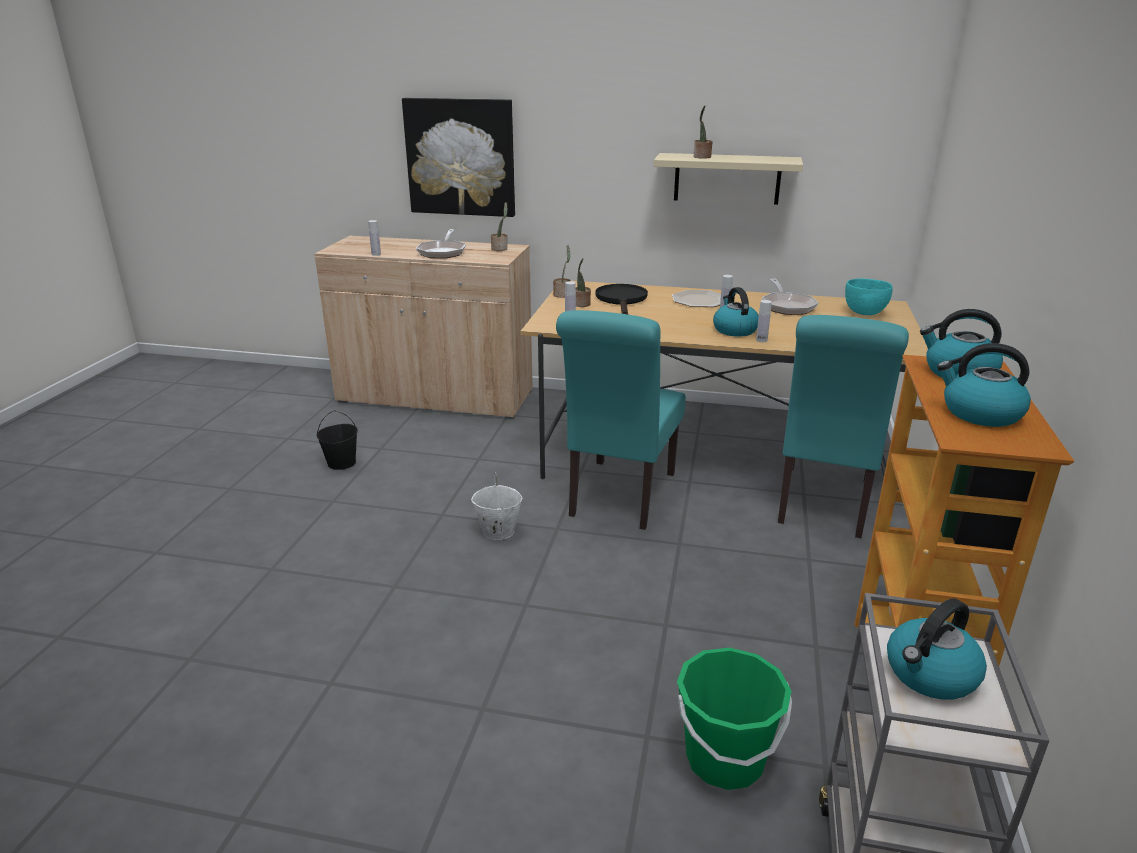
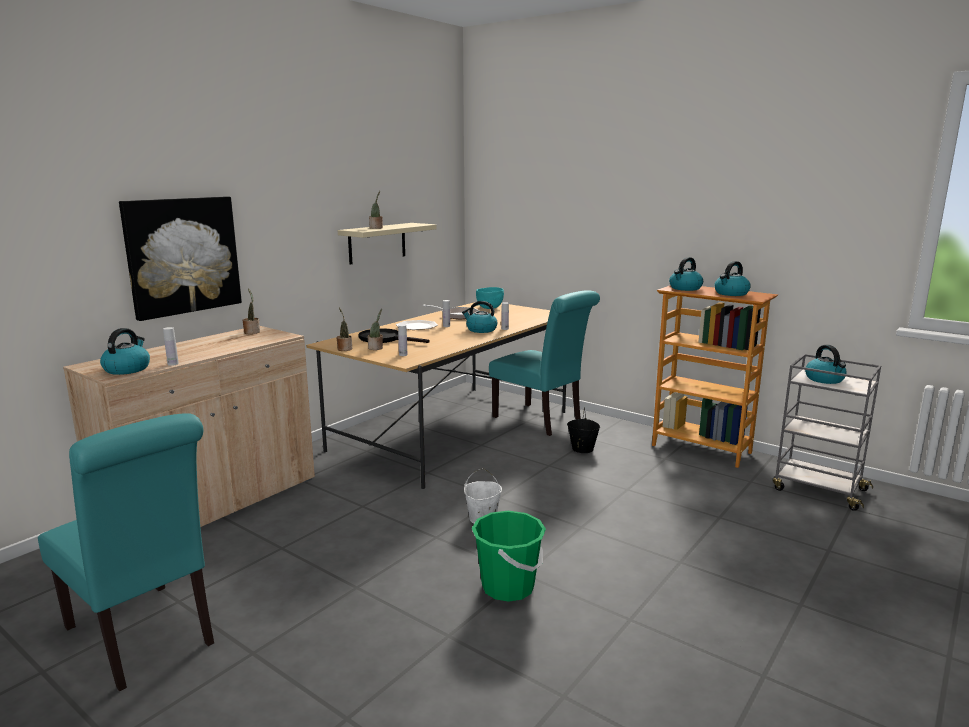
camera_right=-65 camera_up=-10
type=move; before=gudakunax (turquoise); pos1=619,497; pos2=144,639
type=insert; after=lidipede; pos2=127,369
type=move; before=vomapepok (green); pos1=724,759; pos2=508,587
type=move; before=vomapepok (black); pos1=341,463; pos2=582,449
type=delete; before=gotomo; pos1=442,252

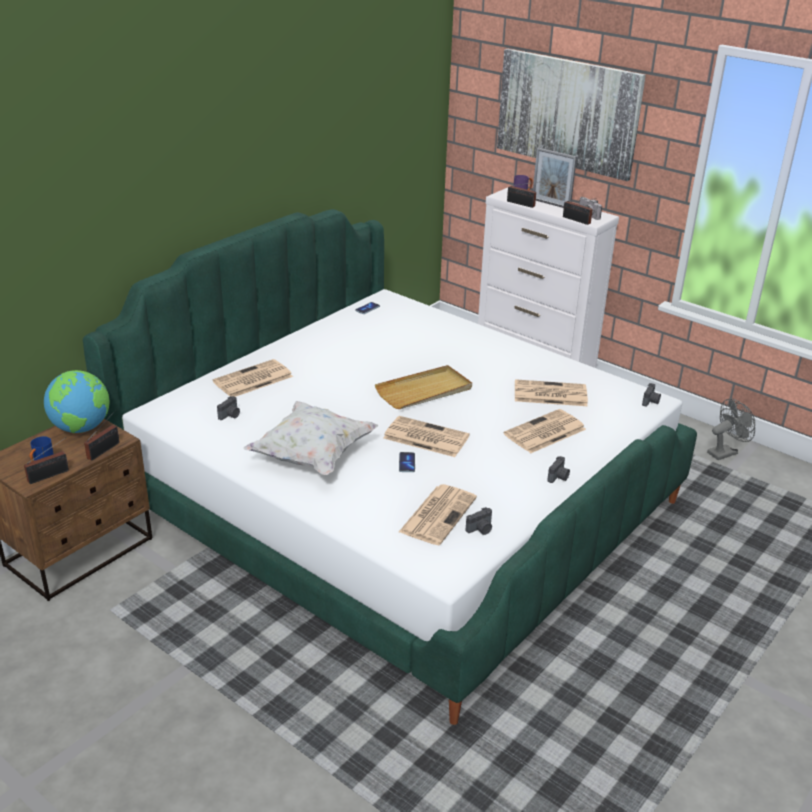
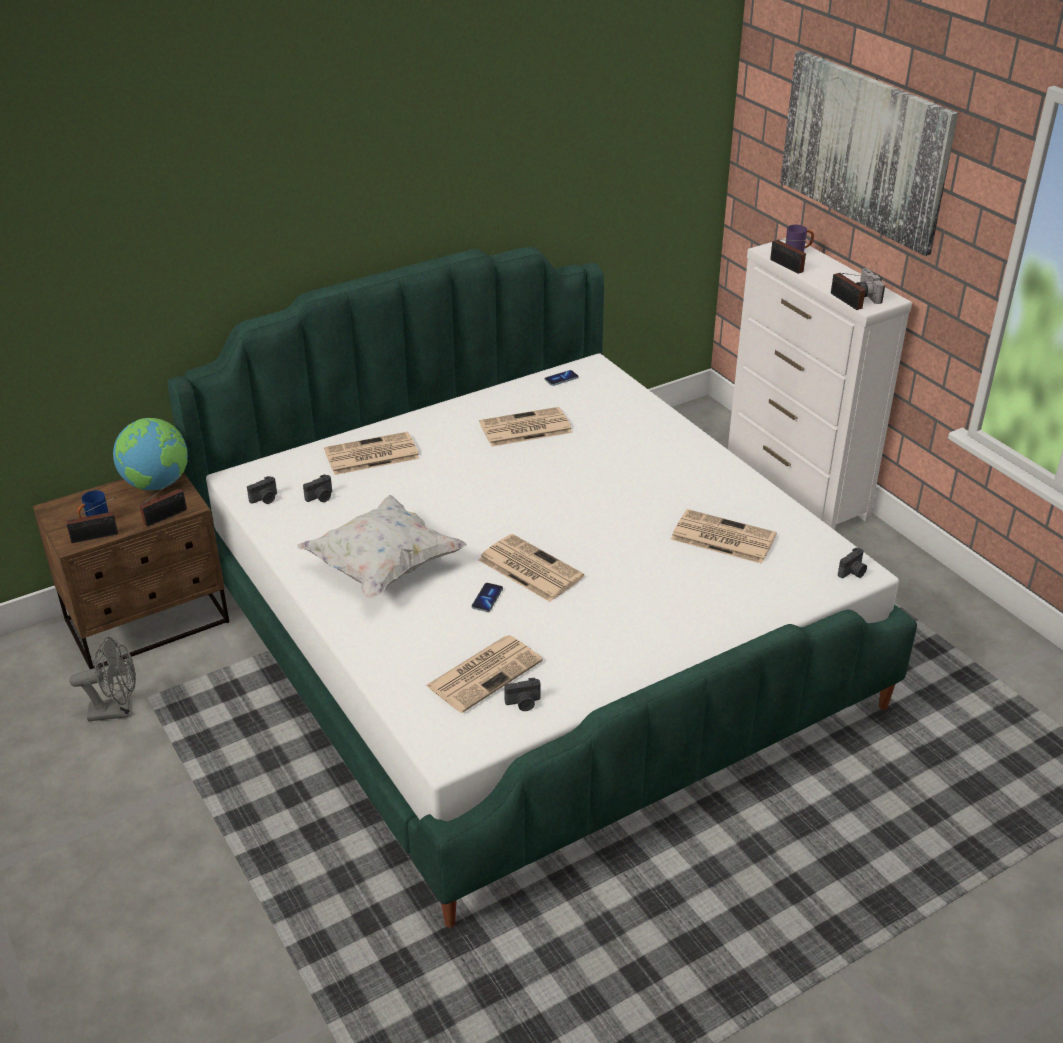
camera_right=20 camera_up=5
type=move; before=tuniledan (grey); pos1=725,452; pos2=116,710
type=move; before=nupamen; pos1=558,477; pos2=265,499
type=move; before=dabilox; pos1=544,432; pos2=524,428
type=delete; before=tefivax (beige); pos1=424,391
type=delete; before=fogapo; pos1=551,204

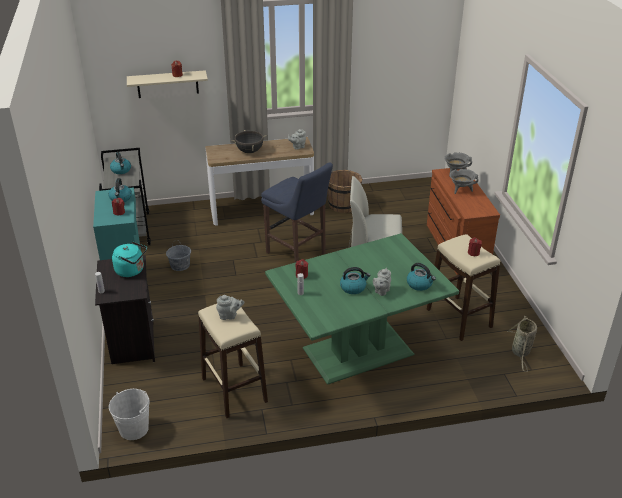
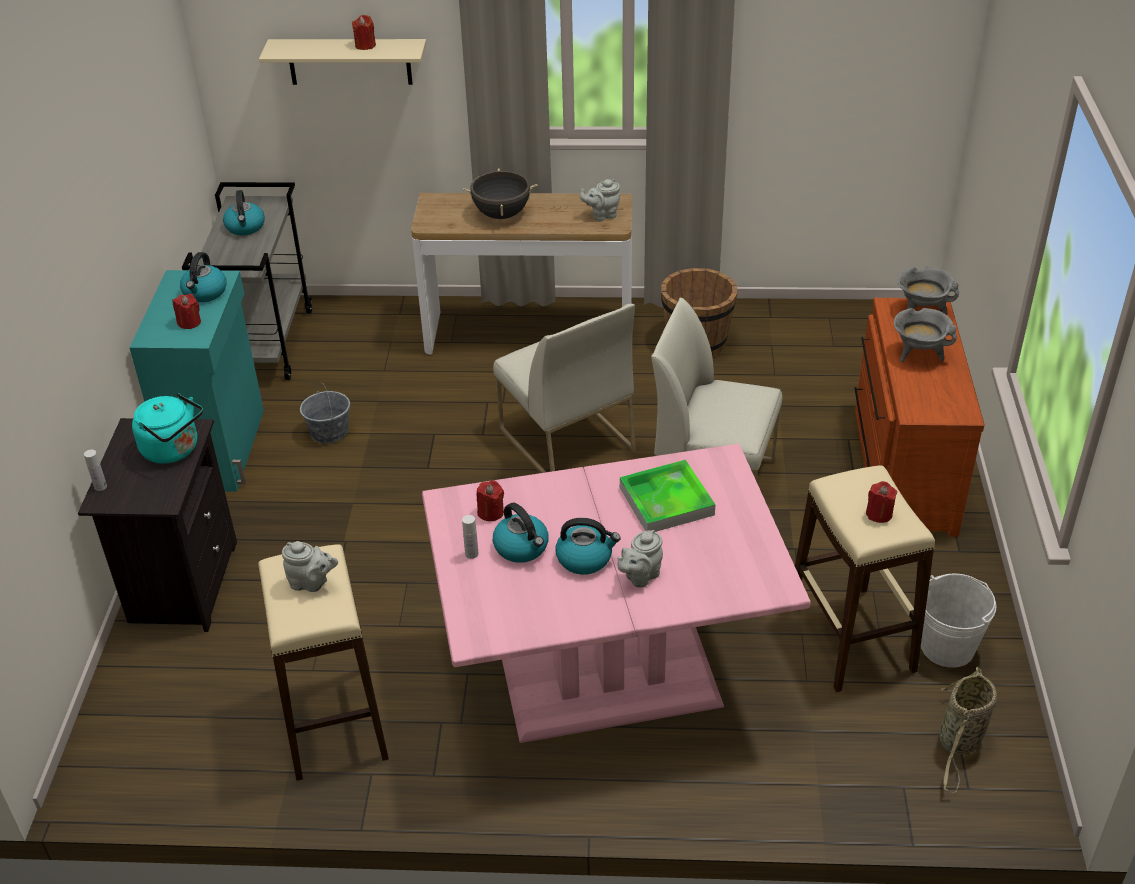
camera_right=15 camera_up=5
type=recolor; before=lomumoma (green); after=lomumoma (pink); pos1=357,350; pos2=608,676
type=replace; before=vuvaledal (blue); after=gudakunax (white); pos1=297,254; pos2=565,440
type=move; before=lidipede; pos1=420,284; pos2=522,547
type=insert; after=tefivax; pos2=666,501
type=move; before=vomapepok (white); pos1=134,429; pos2=947,647

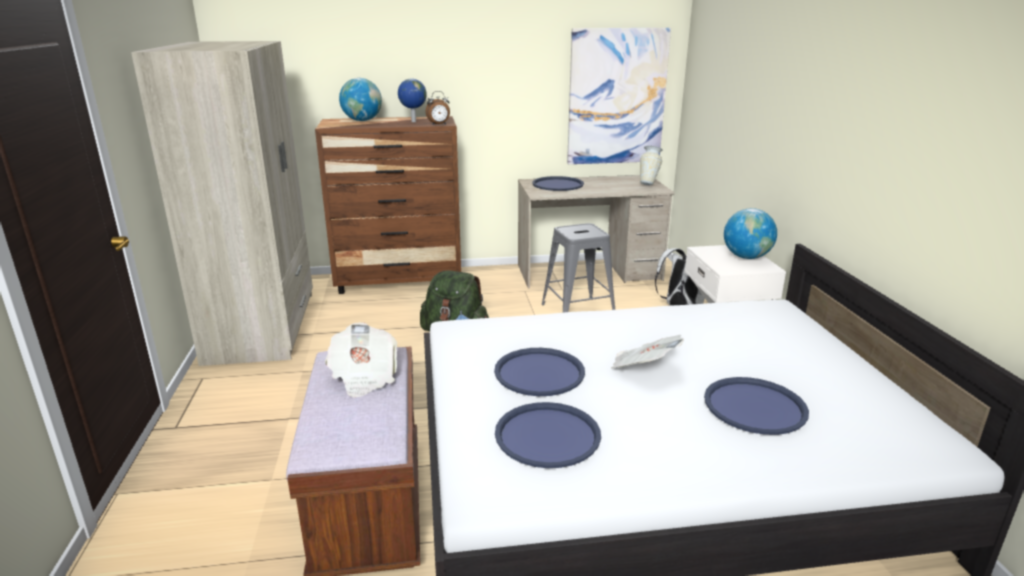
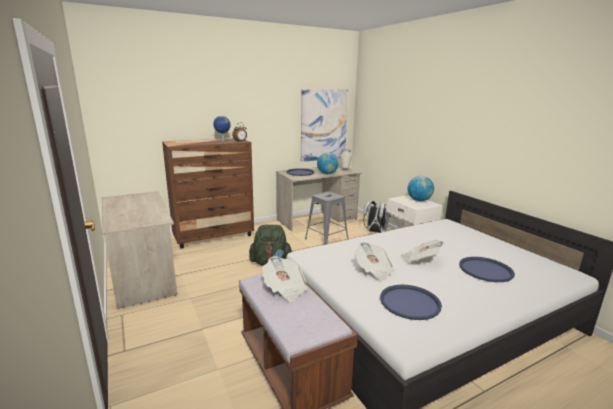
camera_right=-20 camera_up=-5
type=replace; before=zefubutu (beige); after=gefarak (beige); pos1=263,326; pos2=143,275
type=move; before=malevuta; pos1=362,120; pos2=327,174
type=replace; before=tefivax (blue); after=dabilox; pos1=539,373; pos2=373,271

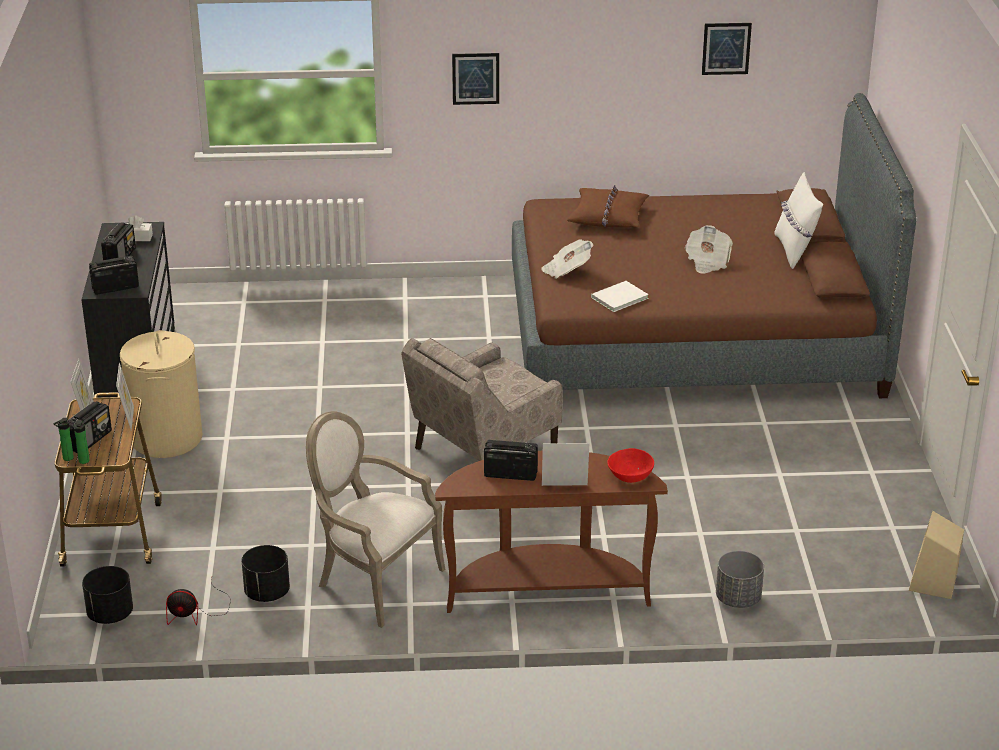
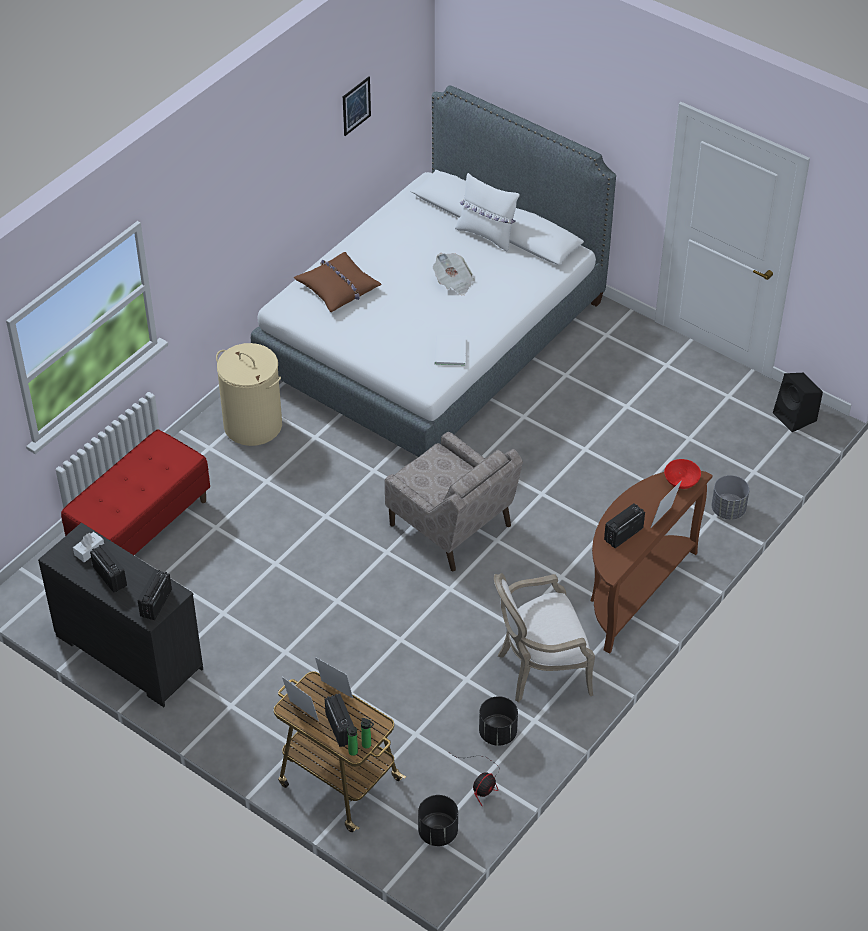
camera_right=-50 camera_up=15
type=insert; after=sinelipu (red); pos2=141,526
type=move; before=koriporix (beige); pos1=167,438; pos2=253,425
type=recolor; before=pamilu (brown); after=pamilu (white); pos1=694,336; pos2=433,338
type=rotate; before=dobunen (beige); pos1=483,451; pos2=451,526; turn=-45
type=recolor; before=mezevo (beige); after=mezevo (black); pos1=933,583; pos2=795,417
type=delete; before=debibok; pos1=475,78
type=delete; before=dabilox; pos1=566,270

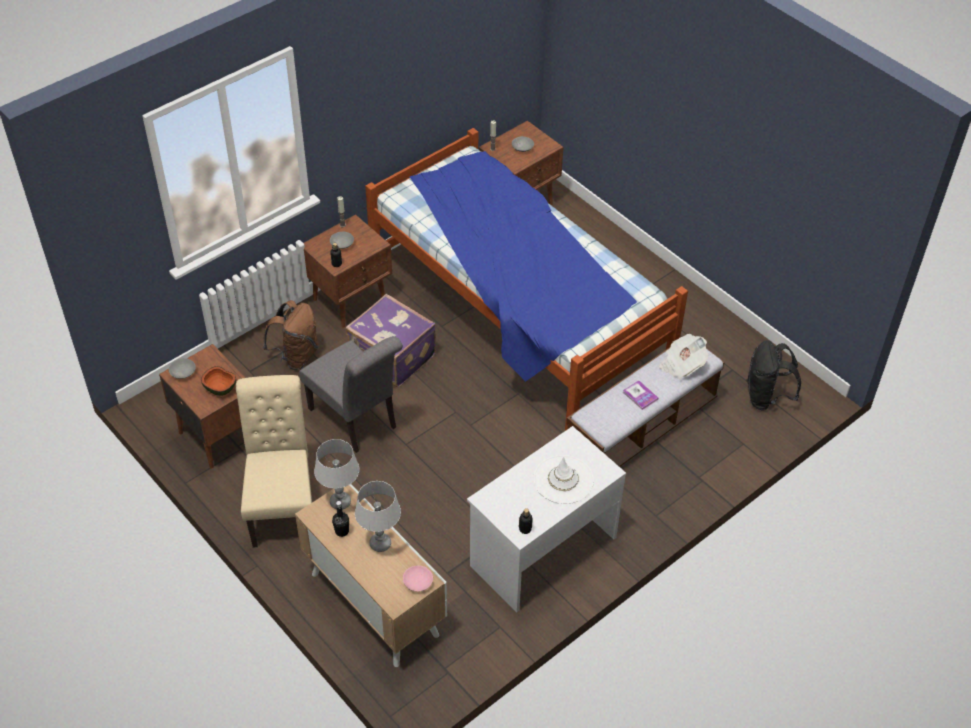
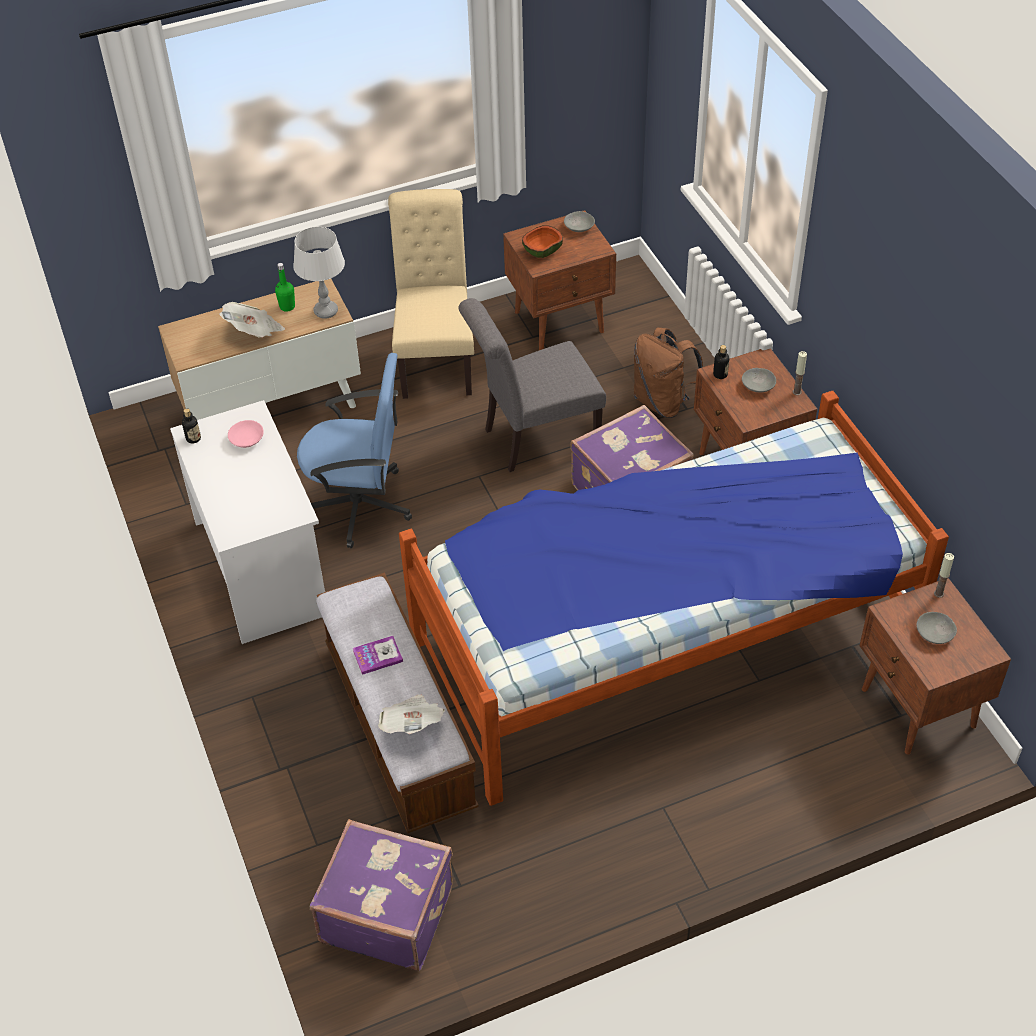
camera_right=110 camera_up=0
type=replace; before=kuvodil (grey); after=dabilox; pos1=380,543; pos2=254,332
type=move; before=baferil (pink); pos1=418,582; pos2=246,440
type=recolor; before=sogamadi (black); after=sogamadi (green); pos1=342,531; pos2=287,307
type=insert; after=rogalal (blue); pos2=360,505
type=replace; before=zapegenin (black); after=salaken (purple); pos1=766,397; pos2=387,912
type=rotate; before=gudakunax (beige); pos1=283,506; pos2=436,359; turn=-105
type=delete; before=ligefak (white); pos1=563,480

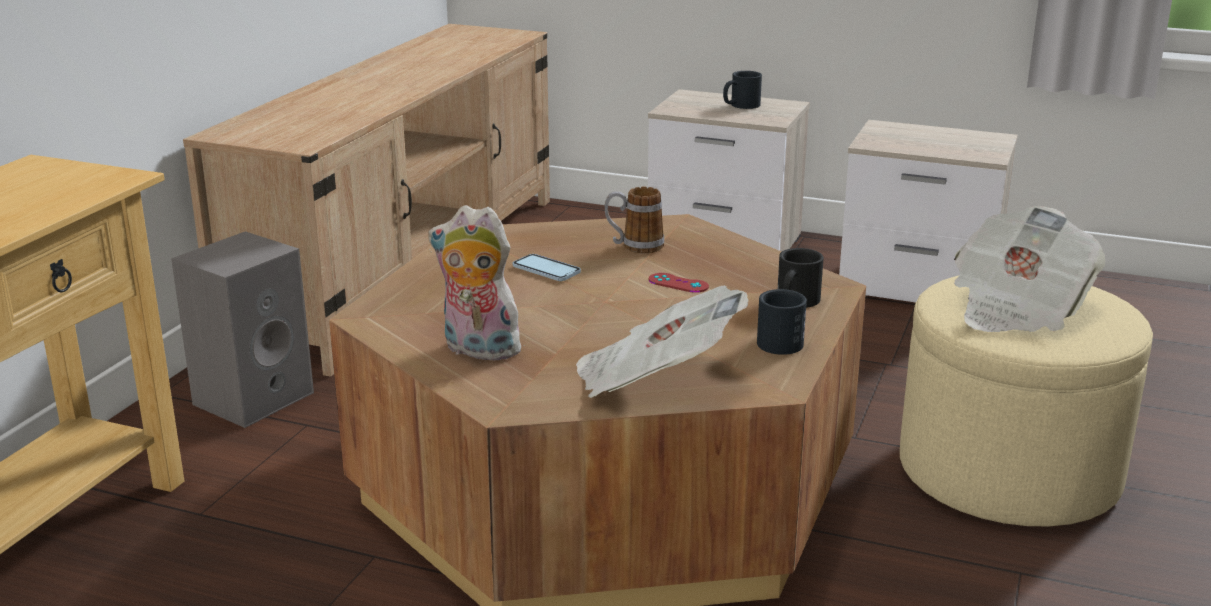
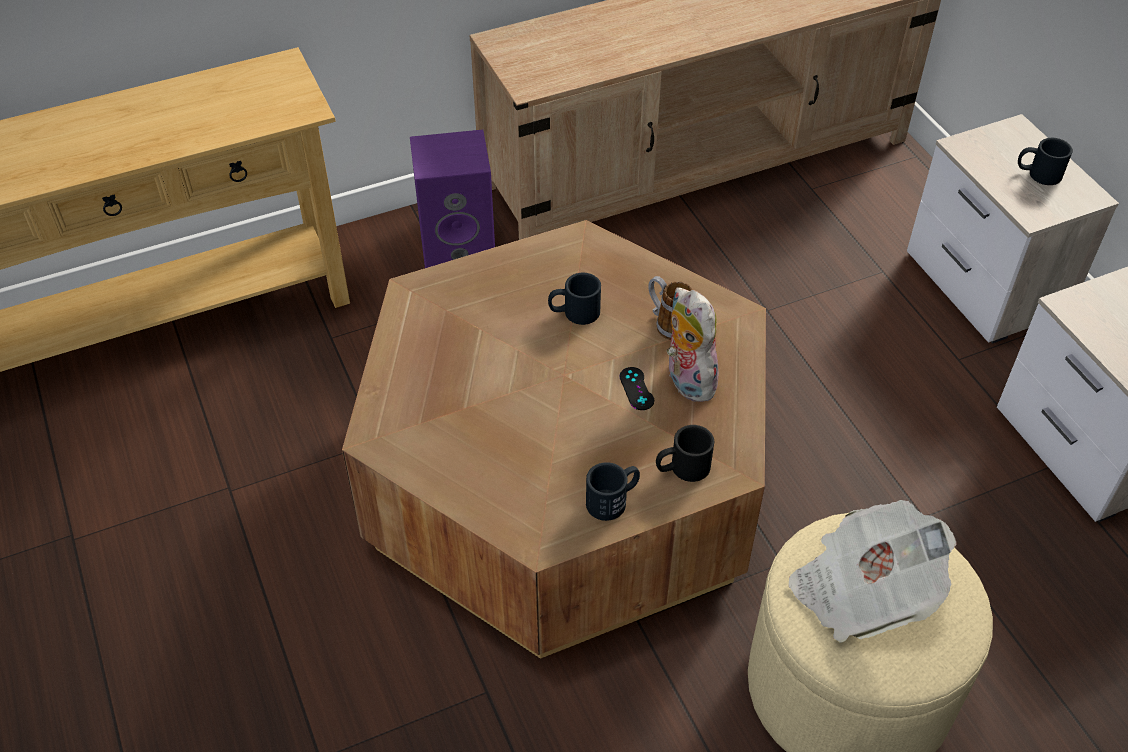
camera_right=45 camera_up=25
type=recolor; before=mezevo (grey); after=mezevo (purple); pos1=254,397; pos2=459,249
type=replace; before=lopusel; after=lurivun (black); pos1=546,270; pos2=574,312
type=recolor; before=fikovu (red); after=fikovu (black); pos1=678,283; pos2=636,389
type=move; before=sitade; pos1=477,350; pos2=686,380
type=delete; before=dabilox; pos1=655,381

